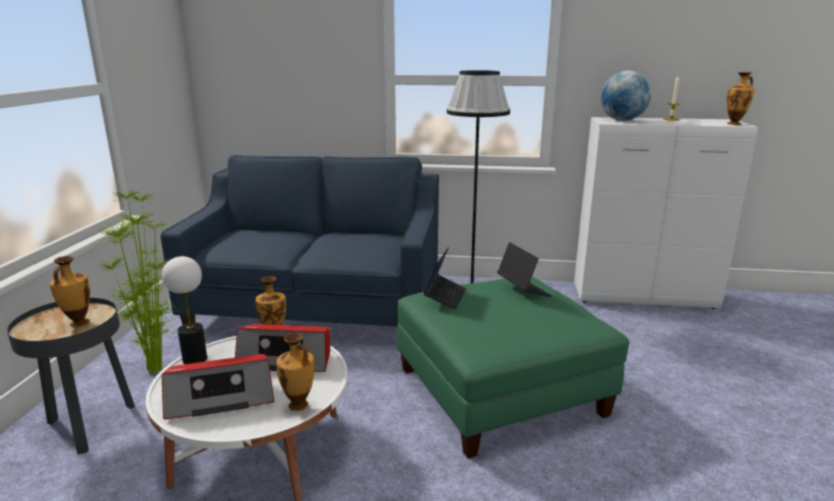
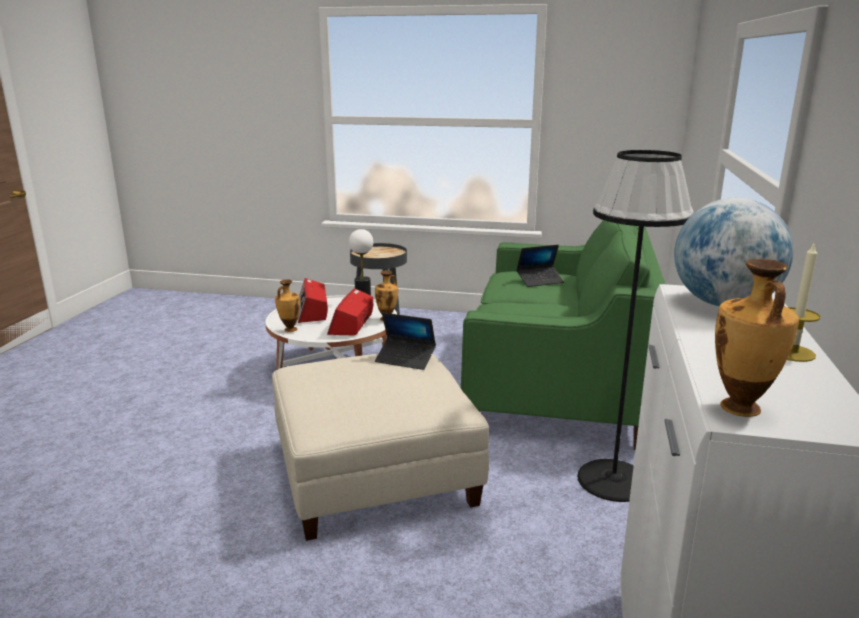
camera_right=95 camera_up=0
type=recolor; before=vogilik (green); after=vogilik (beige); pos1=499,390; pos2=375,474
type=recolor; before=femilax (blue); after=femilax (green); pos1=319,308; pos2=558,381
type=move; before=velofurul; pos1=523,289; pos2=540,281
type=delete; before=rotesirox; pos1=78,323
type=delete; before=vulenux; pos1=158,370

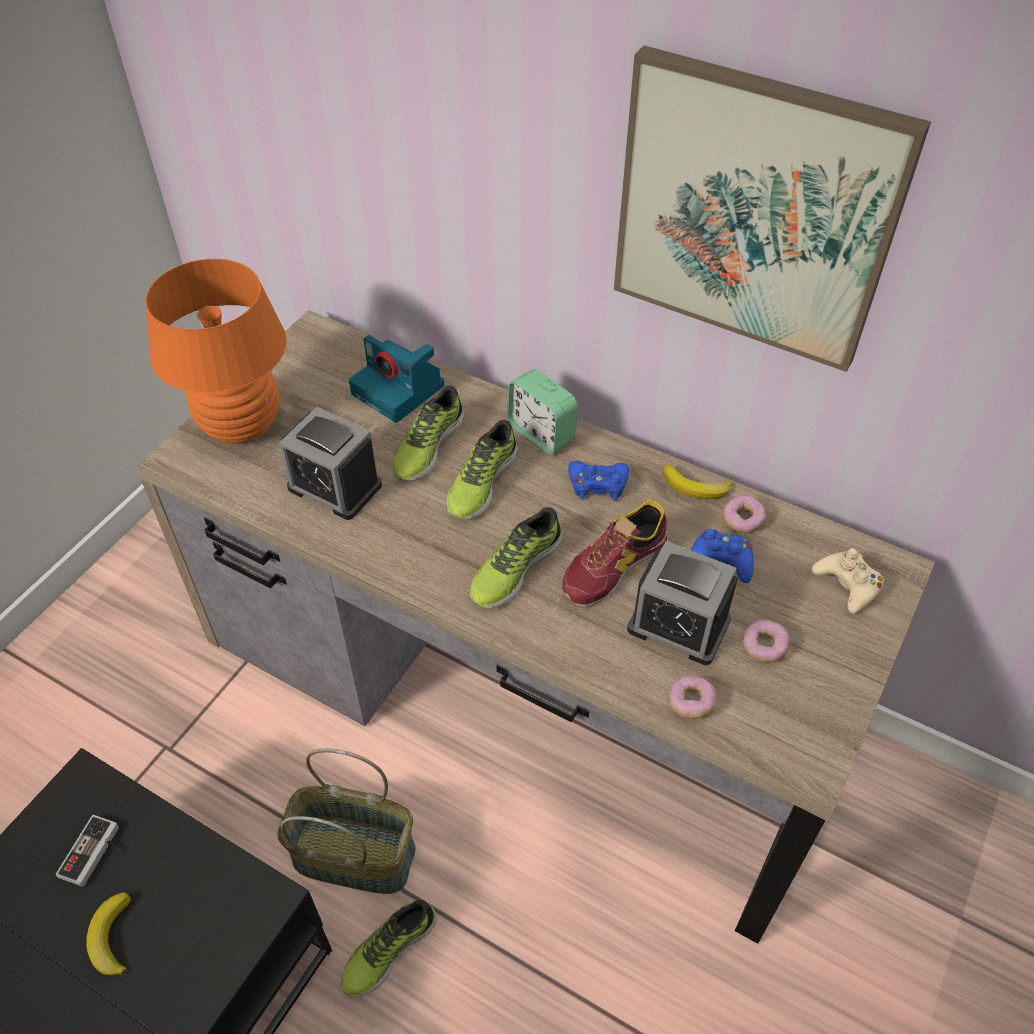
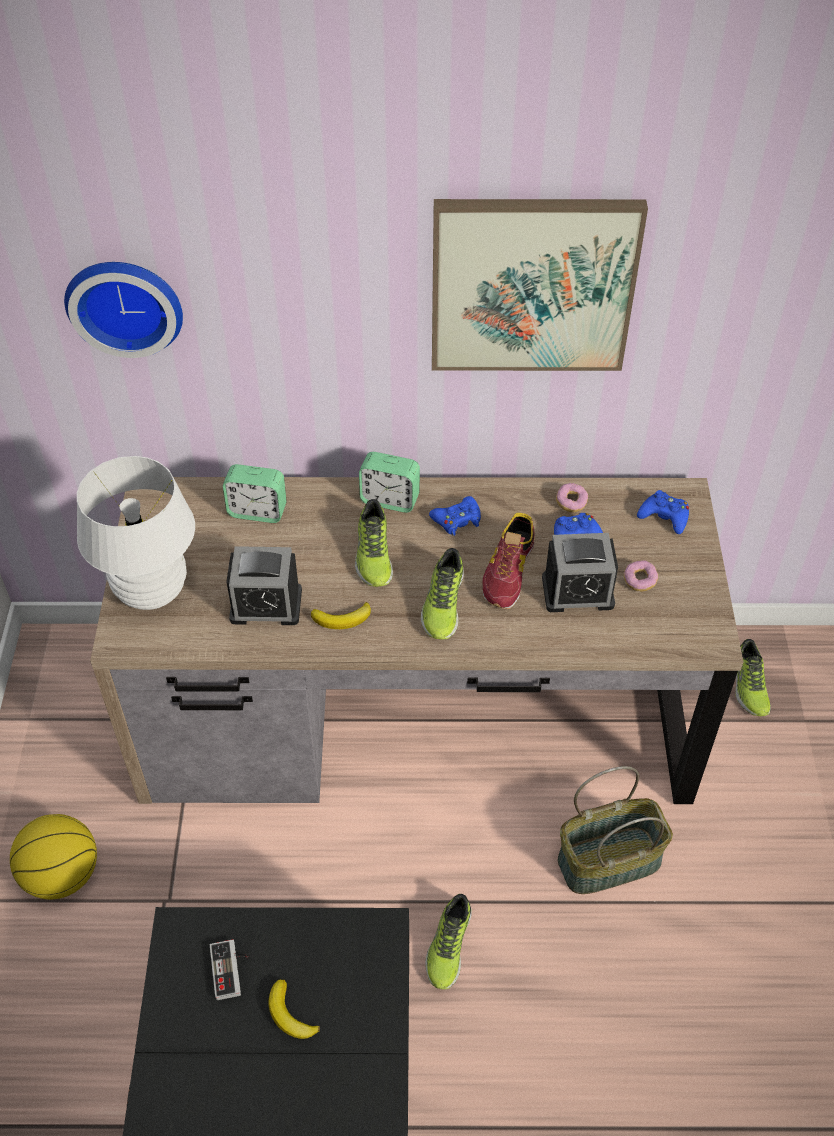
camera_right=-30 camera_up=0
type=insert; after=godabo; pos2=61,875
type=insert; after=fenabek; pos2=125,303
type=recolor; before=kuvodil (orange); after=kuvodil (white); pos1=241,425; pos2=151,592
type=replace; before=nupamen; after=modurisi; pos1=400,390; pos2=257,511
type=move; before=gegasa; pos1=695,487; pos2=343,619
type=move; before=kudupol; pos1=356,853; pos2=609,859
type=recolor; before=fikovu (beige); after=fikovu (blue); pos1=848,585; pos2=664,517
type=move; before=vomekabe; pos1=427,446; pos2=748,685
type=delete; before=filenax; pos1=691,702

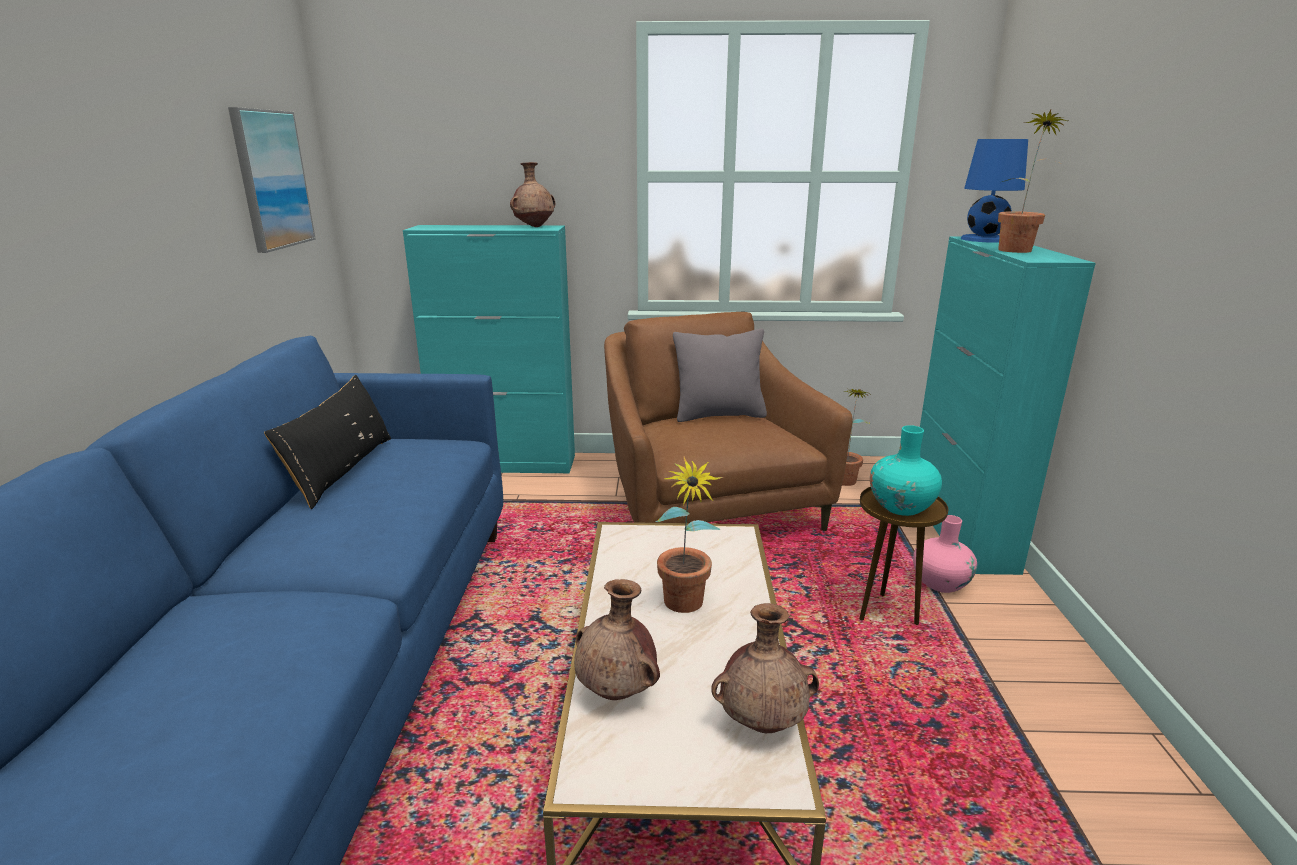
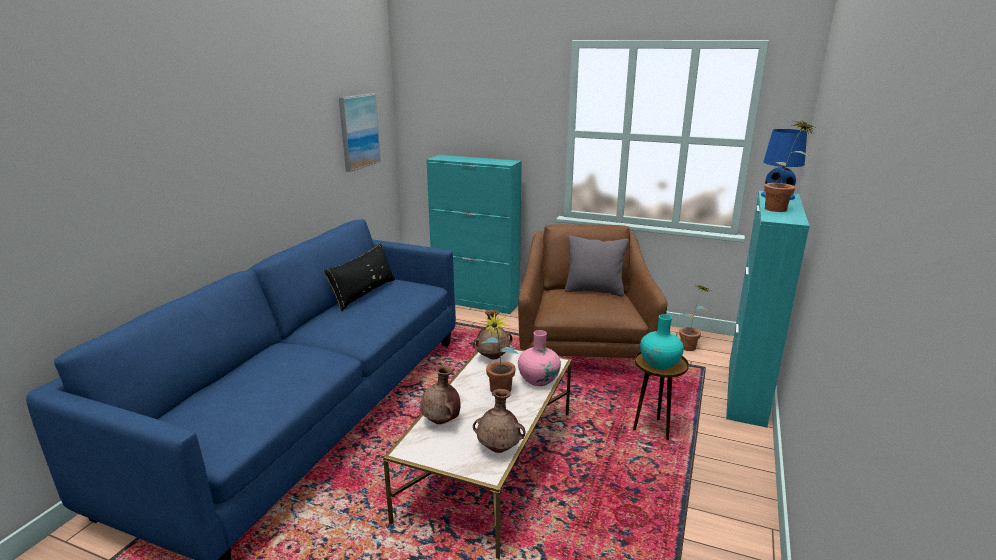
camera_right=20 camera_up=0
type=move; before=rotesirox (brown); pos1=534,226; pos2=493,357
type=move; before=rotesirox (pink); pos1=940,583; pos2=538,380

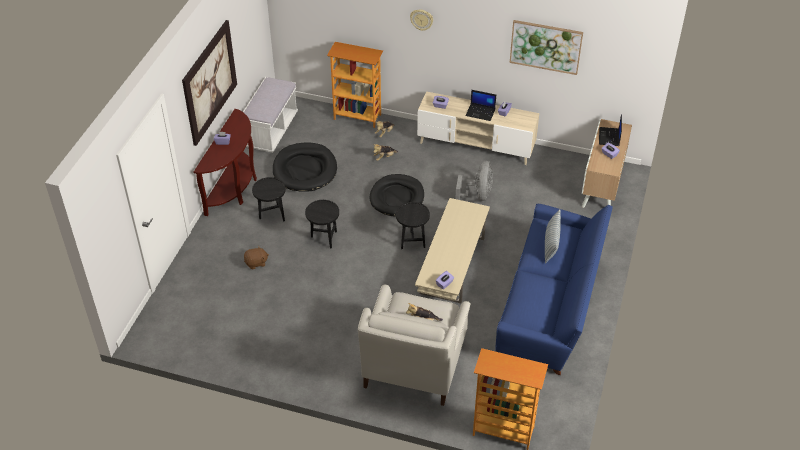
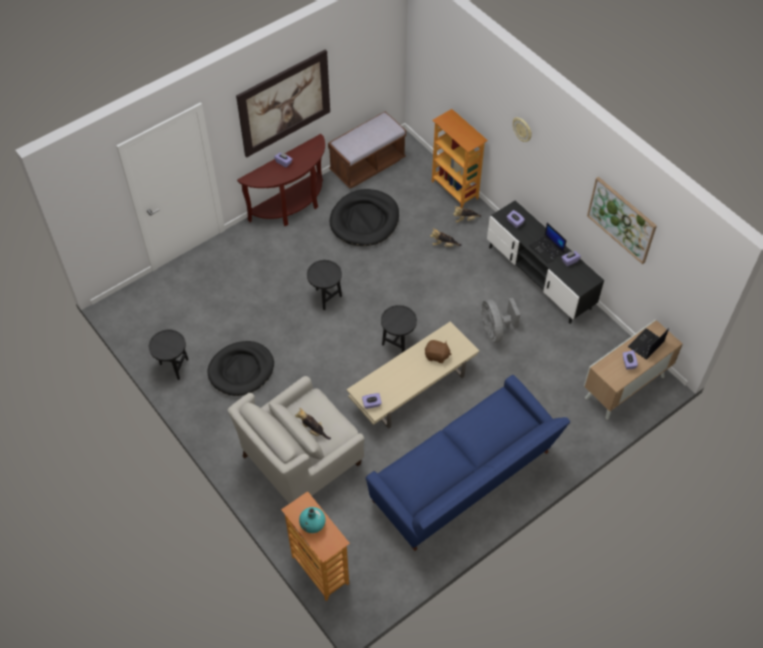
camera_right=35 camera_up=10
type=move; before=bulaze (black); pos1=271,215; pos2=173,367
type=move; before=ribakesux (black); pos1=397,197; pos2=241,370
type=insert; after=rotesirox (turquoise); pos2=313,524
type=recolor; before=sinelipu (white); after=sinelipu (brown); pos1=271,131; pos2=367,165
type=move; before=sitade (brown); pos1=256,263; pos2=437,356
type=rotate; before=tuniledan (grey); pos1=477,196; pos2=495,330; turn=120
type=recolor; before=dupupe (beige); after=dupupe (black); pos1=476,145; pos2=539,277
type=delete; before=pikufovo; pos1=551,244

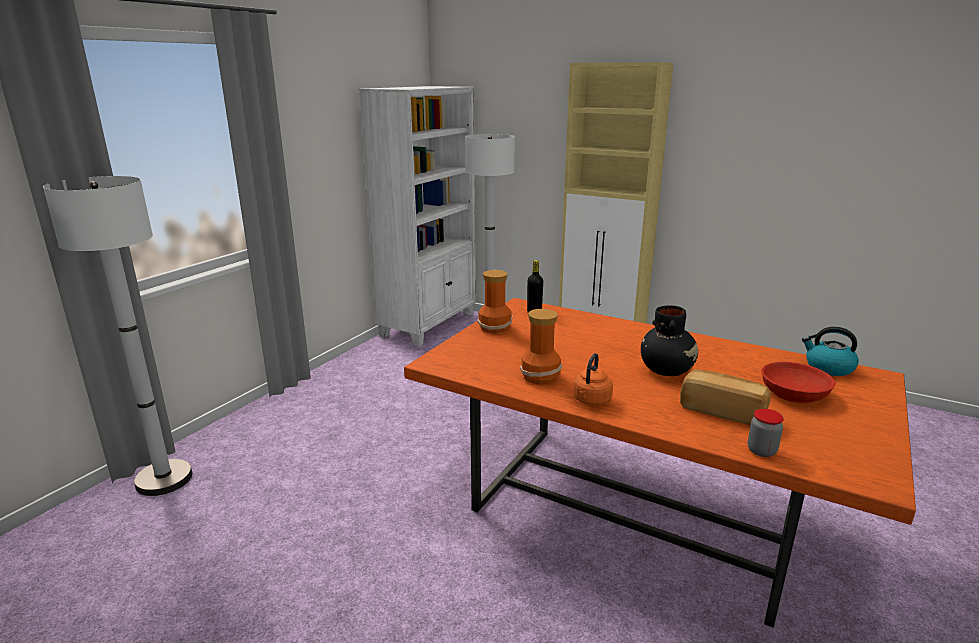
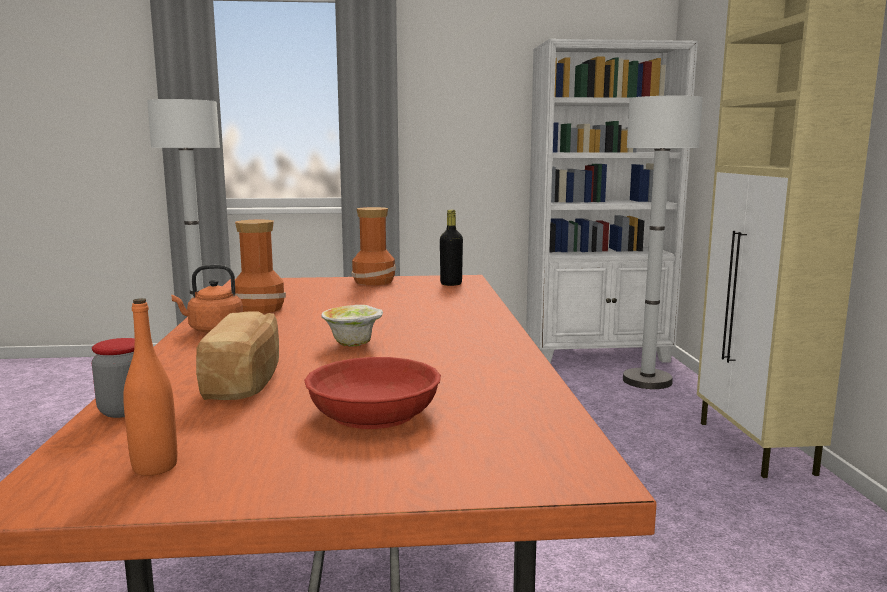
camera_right=55 camera_up=-10
type=insert; after=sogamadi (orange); pos2=155,467
type=replace; before=rotesirox (black); after=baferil; pos1=667,370; pos2=353,344
type=delete; before=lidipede; pos1=828,368

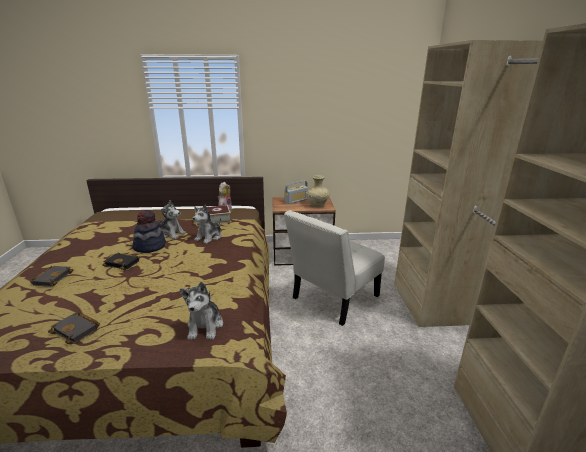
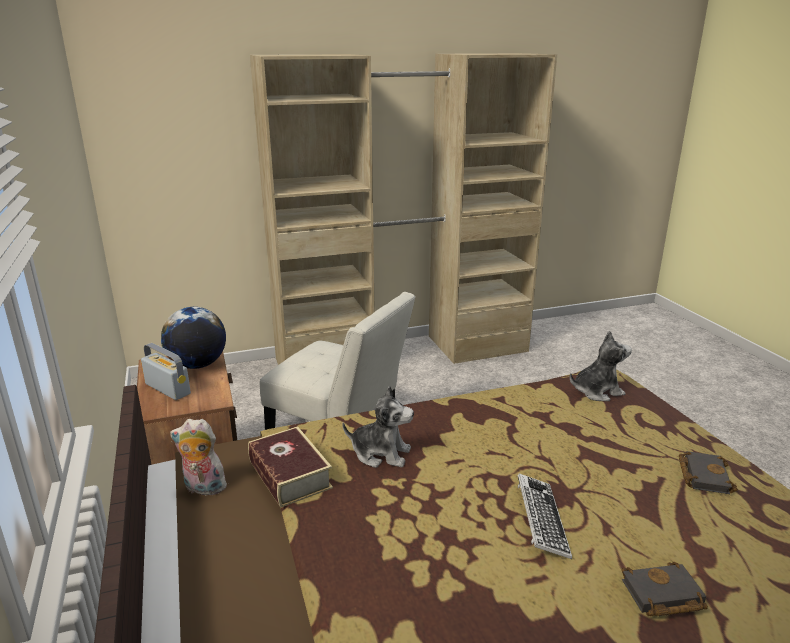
camera_right=-105 camera_up=0
type=replace; before=rotesirox (beige); after=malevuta; pos1=317,205; pos2=197,365
type=replace; before=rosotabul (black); after=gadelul; pos1=123,263; pos2=541,520
type=delete; before=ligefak; pos1=150,246
type=delete; before=sitade; pos1=170,234

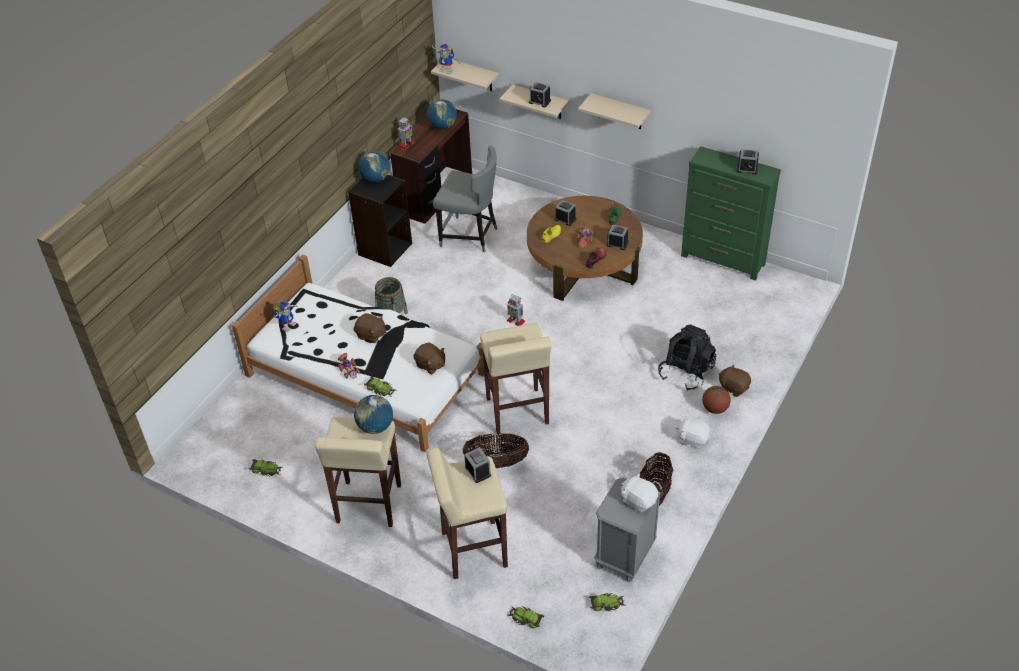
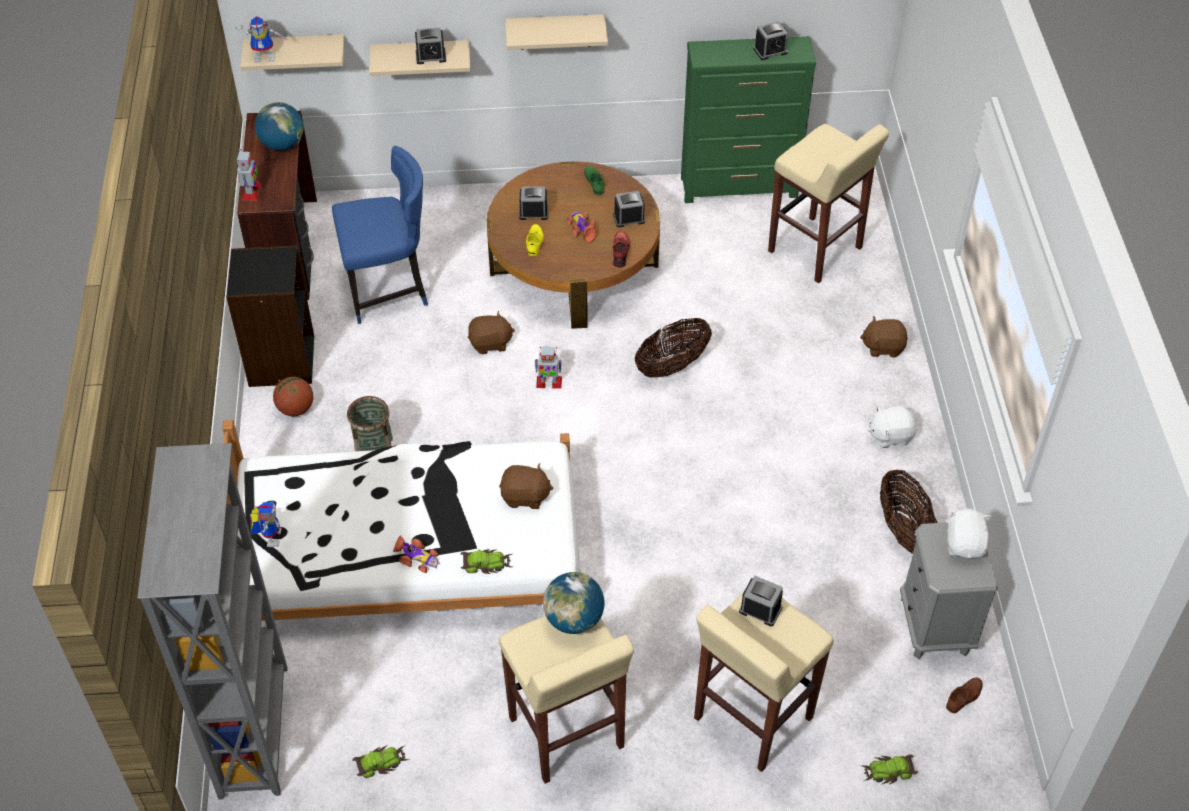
camera_right=-35 camera_up=5
type=insert; after=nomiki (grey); pos2=255,730
type=move; before=godabo; pos1=715,409; pos2=296,409
type=recolor; before=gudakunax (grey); after=gudakunax (blue); pos1=470,236; pos2=389,291
type=move; before=sitade (brown); pos1=371,335; pos2=490,343
type=move; before=kudupol; pos1=496,463; pos2=672,365
type=move; before=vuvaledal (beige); pos1=517,412; pos2=816,250
type=replace; before=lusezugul; after=vomekabe (brown); pos1=607,603; pos2=964,697
type=rotate; before=sitade (white); pos1=638,500; pos2=965,544; turn=90
type=delete; before=malevuta; pos1=375,179
type=delete; before=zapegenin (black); pos1=686,372

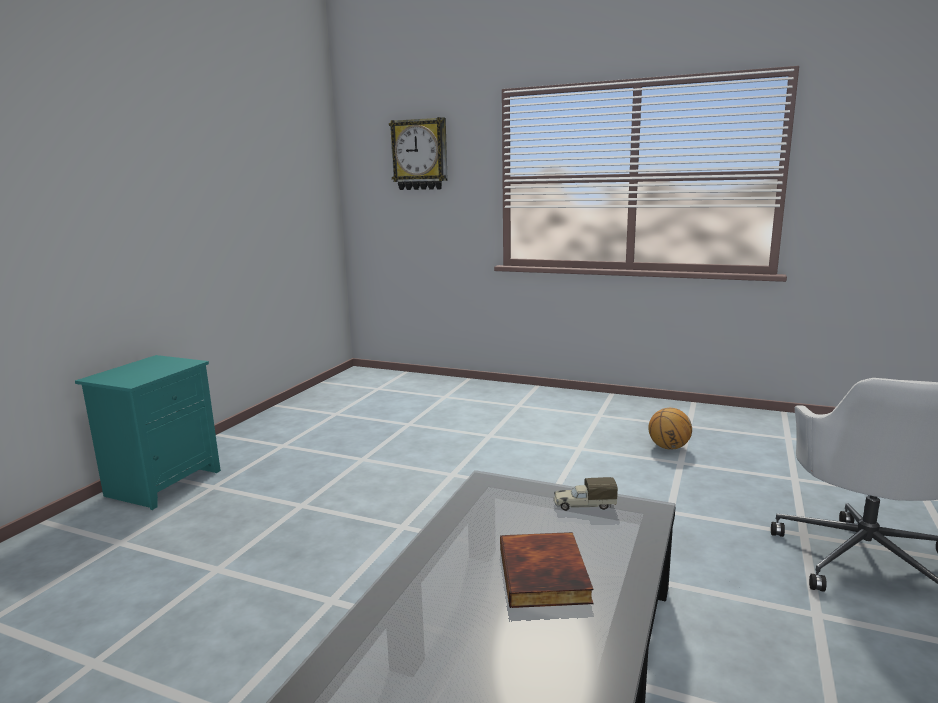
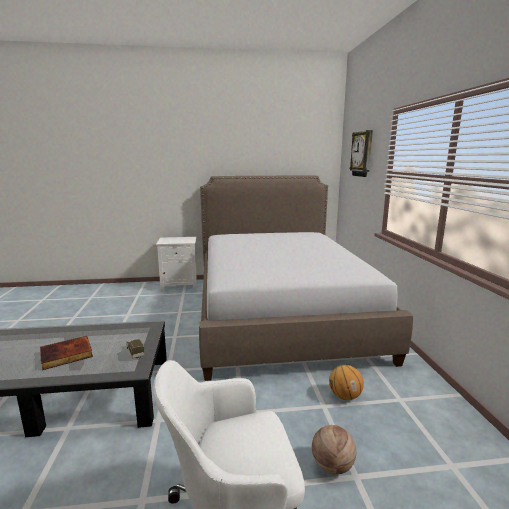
camera_right=60 camera_up=0
type=recolor; before=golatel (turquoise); after=golatel (white); pos1=163,482; pos2=180,285
type=insert; after=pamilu; pos2=279,312
type=insert; after=godabo; pos2=332,466

